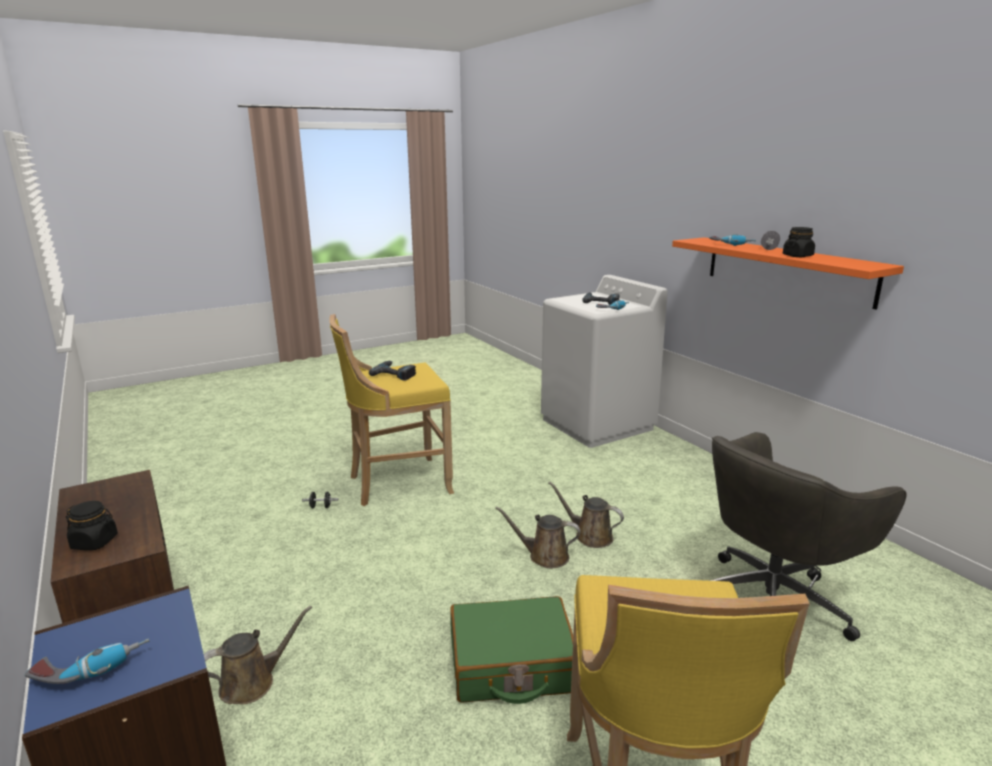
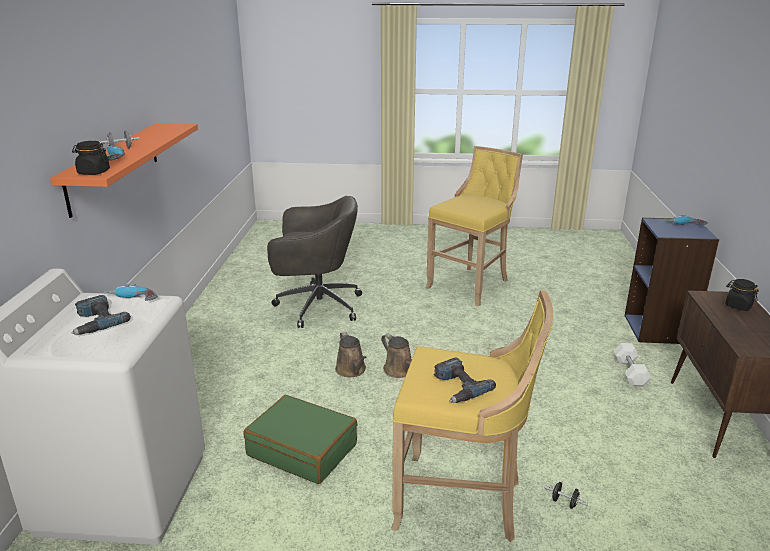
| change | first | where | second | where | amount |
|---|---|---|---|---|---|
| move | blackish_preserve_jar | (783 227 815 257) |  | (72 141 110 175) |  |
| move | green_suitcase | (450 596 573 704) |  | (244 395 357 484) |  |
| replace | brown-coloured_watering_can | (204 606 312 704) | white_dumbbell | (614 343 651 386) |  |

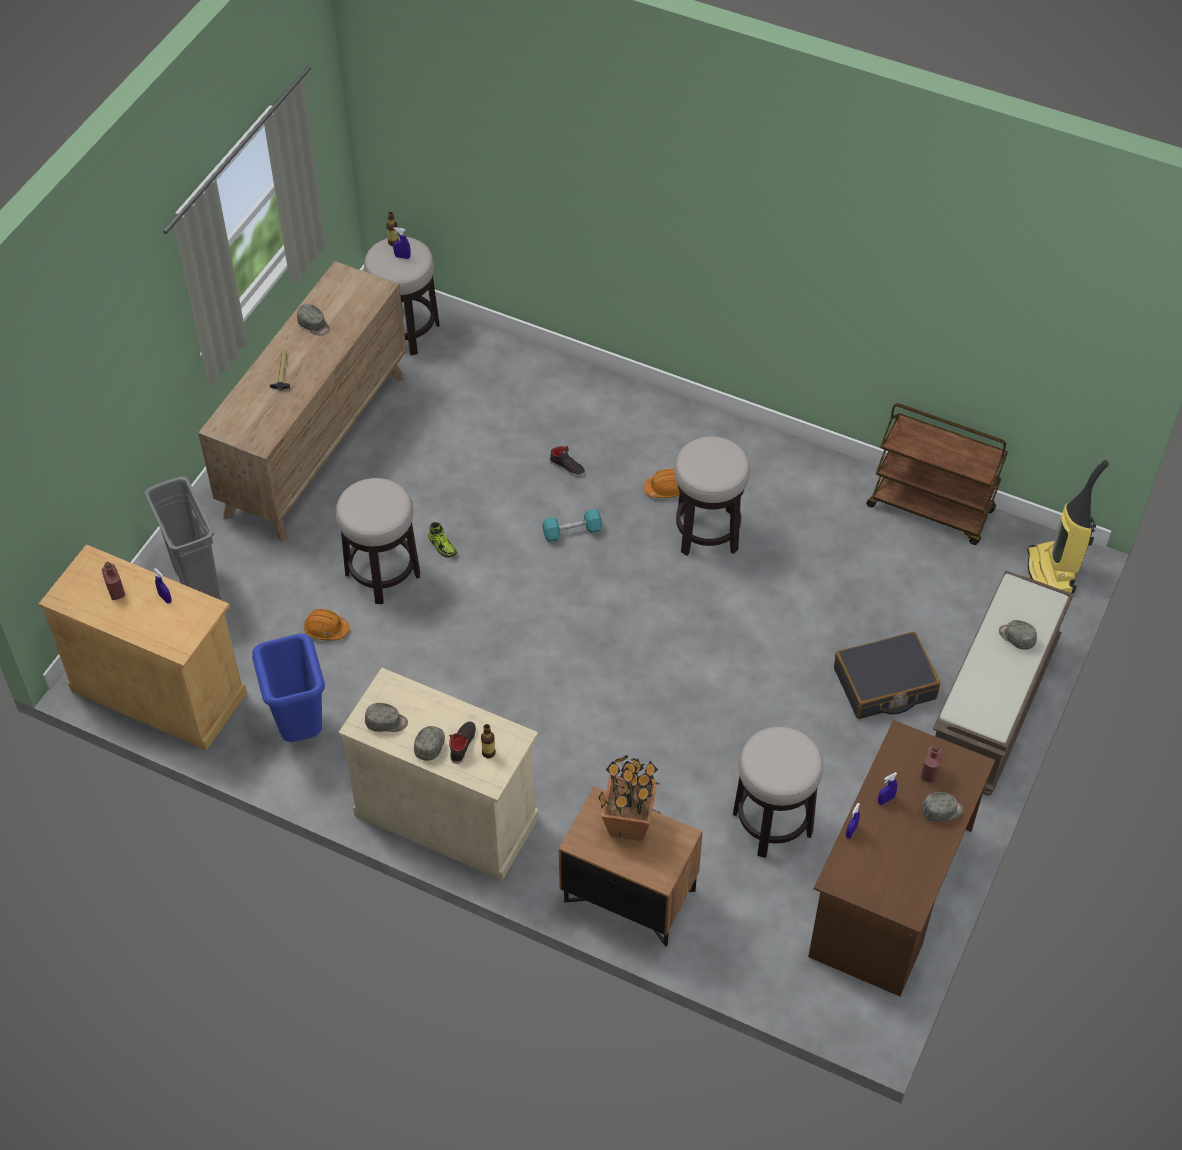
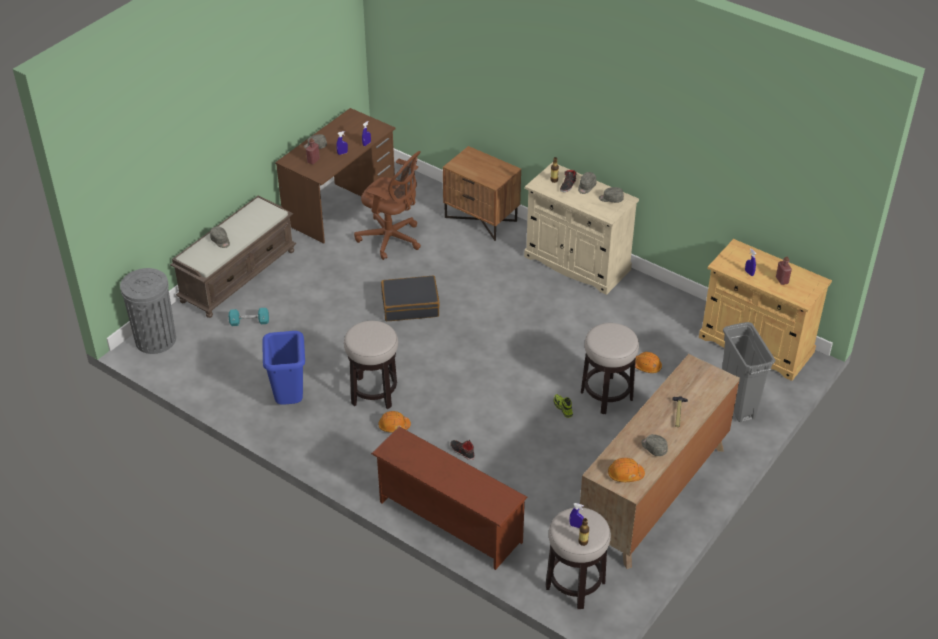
| change | first | where | second | where | amount |
|---|---|---|---|---|---|
| replace | vacuum | (1027 460 1109 594) | gray_trash_can | (120 268 176 354) |  |
| move | blue-green_dumbbell | (542 509 602 542) |  | (229 308 269 326) |  |
| move | bluish_trash_can | (252 634 325 742) |  | (262 331 305 405) |  |
| replace | sitting_stool | (733 726 823 858) | brown-coloured_computer_chair | (354 151 421 260) |  |
| insert |  |  | brown-coloured_shoe_shelf | (371 426 528 570) |  |
| move | blackish_suitcase | (834 632 940 719) |  | (381 276 440 321) |  |
| insert |  |  | orange_hard_hat | (608 458 645 482) |  |
| delete | houseplant | (598 755 659 841) |  |  |  |
| delete | brown-coloured_trolley | (866 403 1008 545) |  |  |  |

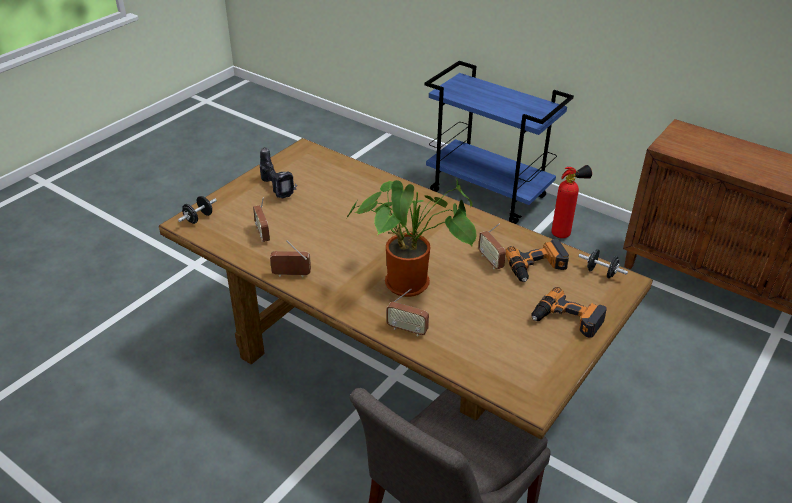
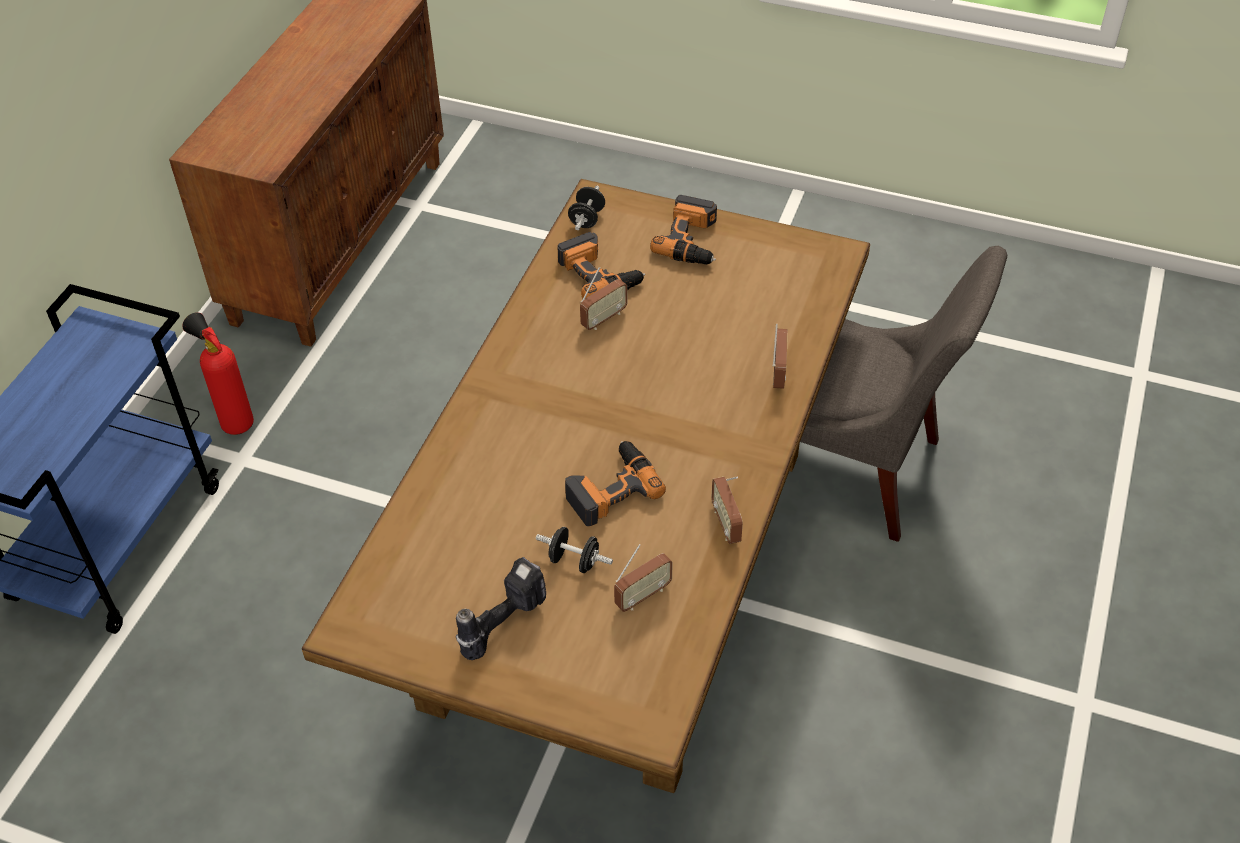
| change | first | where | second | where | amount |
|---|---|---|---|---|---|
| move | blackish_dumbbell | (178 196 217 224) |  | (536 527 613 573) |  |
| insert |  |  | electric_drill | (565 441 666 527) |  |
| delete | houseplant | (347 178 477 297) |  |  |  |

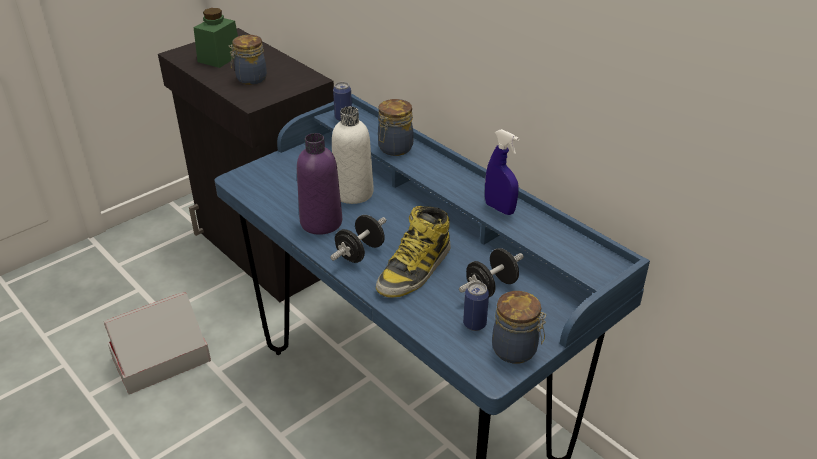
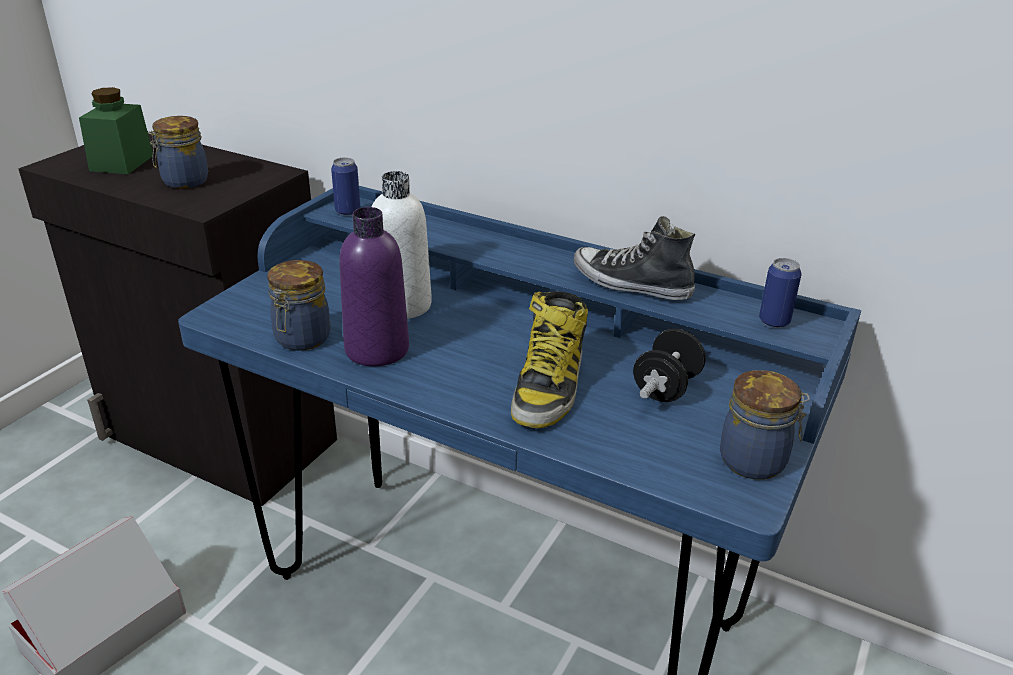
| change | first | where | second | where | amount |
|---|---|---|---|---|---|
| move | preserve_jar | (378 99 413 156) |  | (267 260 331 351) |  |
| replace | bluish_hand_sprayer | (485 129 519 215) | shoe | (573 216 695 300) |  |
| move | can | (463 282 489 331) |  | (759 258 802 328) |  |
| delete | blackish_dumbbell | (330 215 386 263) |  |  |  |

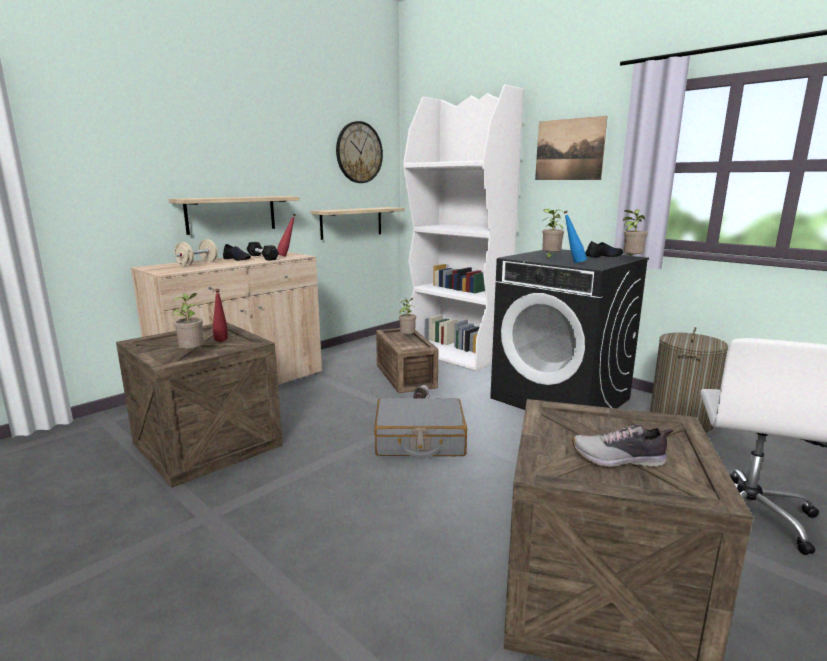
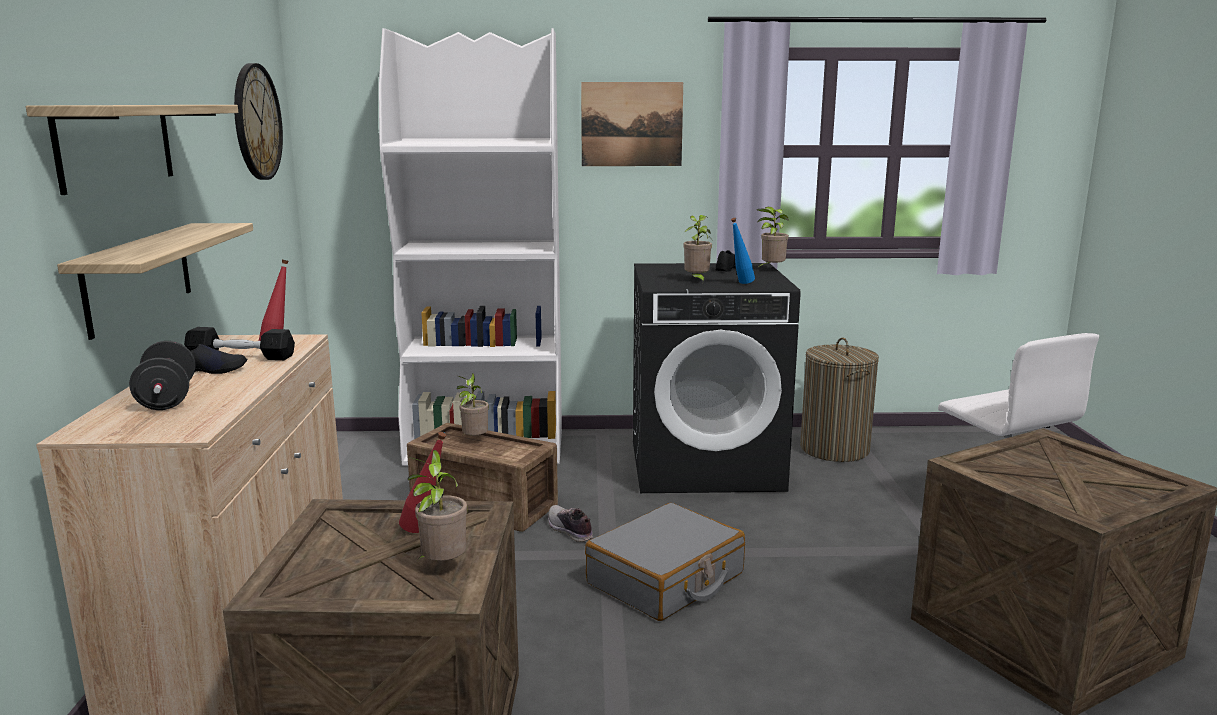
| change | first | where | second | where | amount |
|---|---|---|---|---|---|
| move | shelf | (310 207 405 240) |  | (26 105 238 195) |  |
| recolor | sand-coloured_dumbbell | (174 239 217 266) | blackish_dumbbell | (129 341 196 410) |  |
| delete | shoe | (572 424 673 467) |  |  |  |

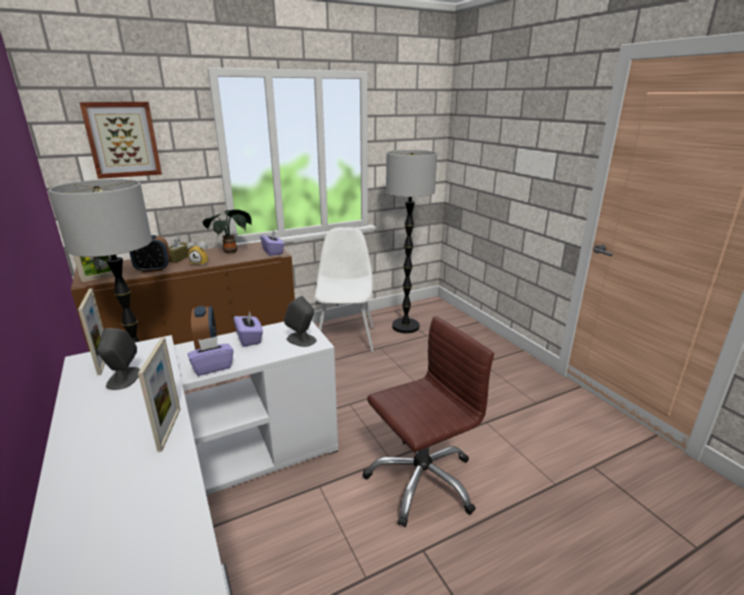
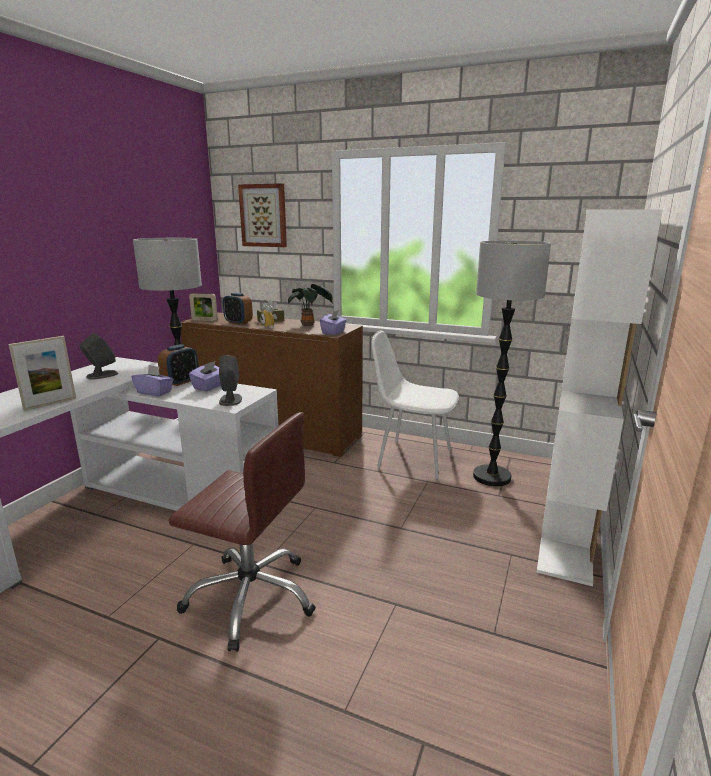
| change | first | where | second | where | amount |
|---|---|---|---|---|---|
| rotate | white_upright_chair | (315 227 374 352) |  | (372 330 459 479) | 120 degrees counterclockwise |
| insert |  |  | white_shelving_unit | (537 209 663 586) |  |
| delete | photo_frame | (78 288 105 375) |  |  |  |

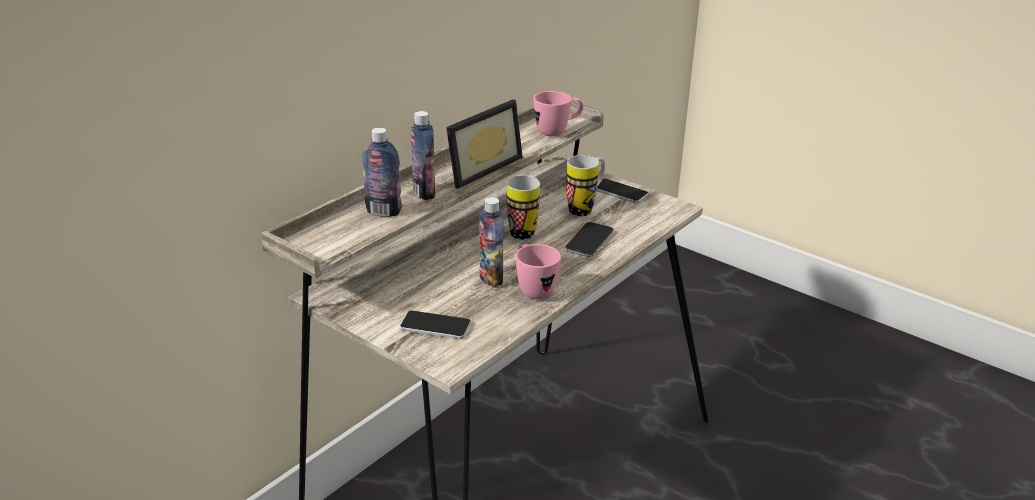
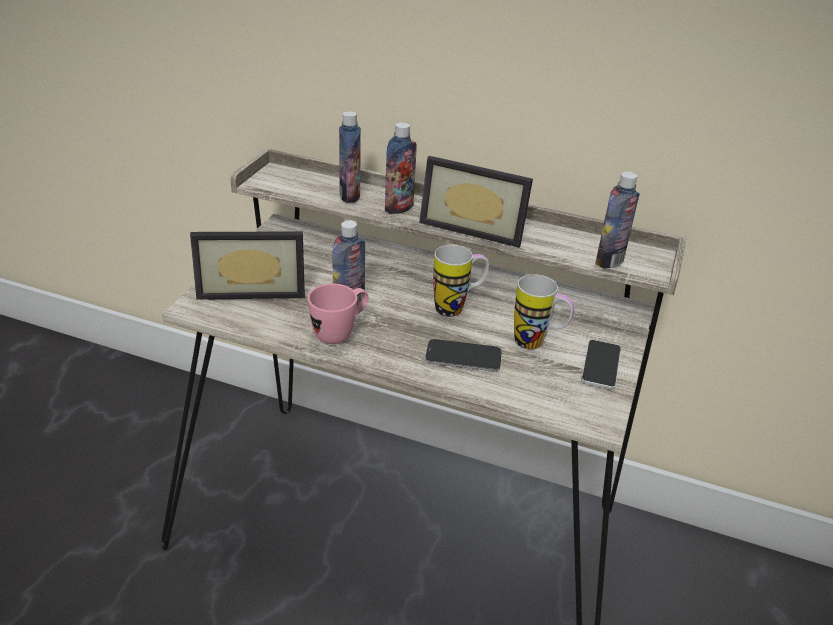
| change | first | where | second | where | amount |
|---|---|---|---|---|---|
| replace | handset | (400 310 471 339) | photo_frame | (190 231 305 300) |  |
| replace | pink-coloured_mug | (534 91 583 136) | beverage_bottle | (595 172 640 269) |  |

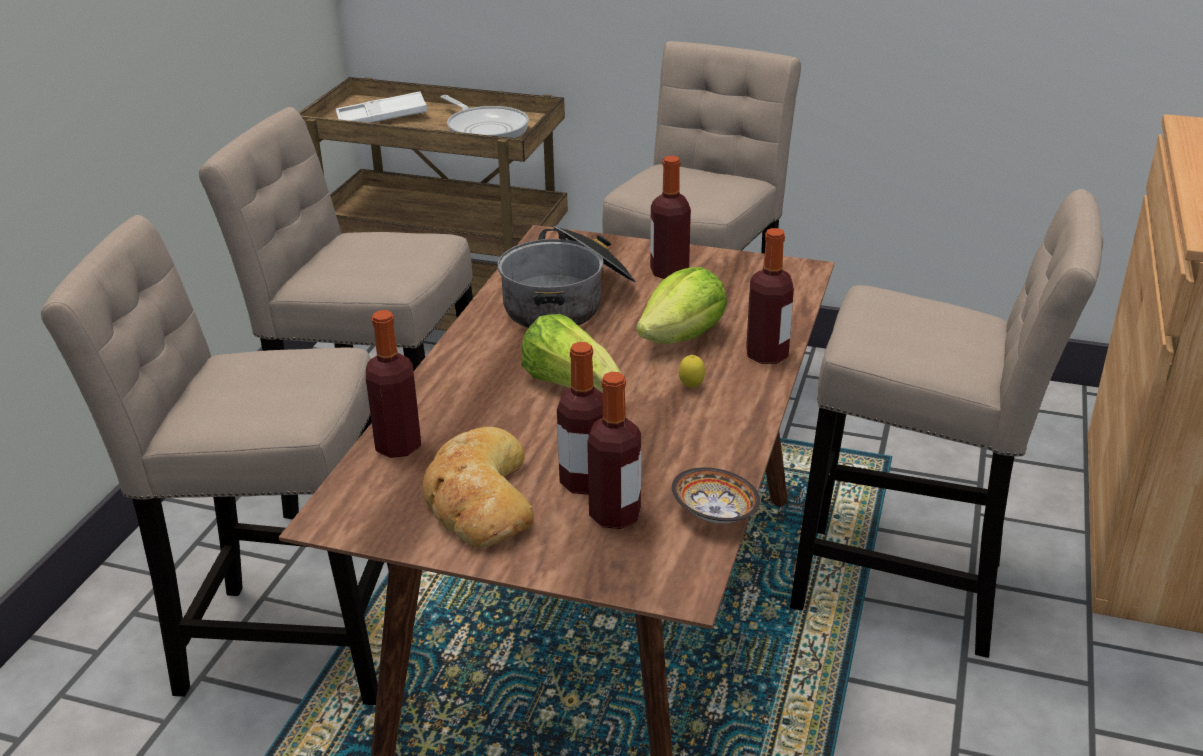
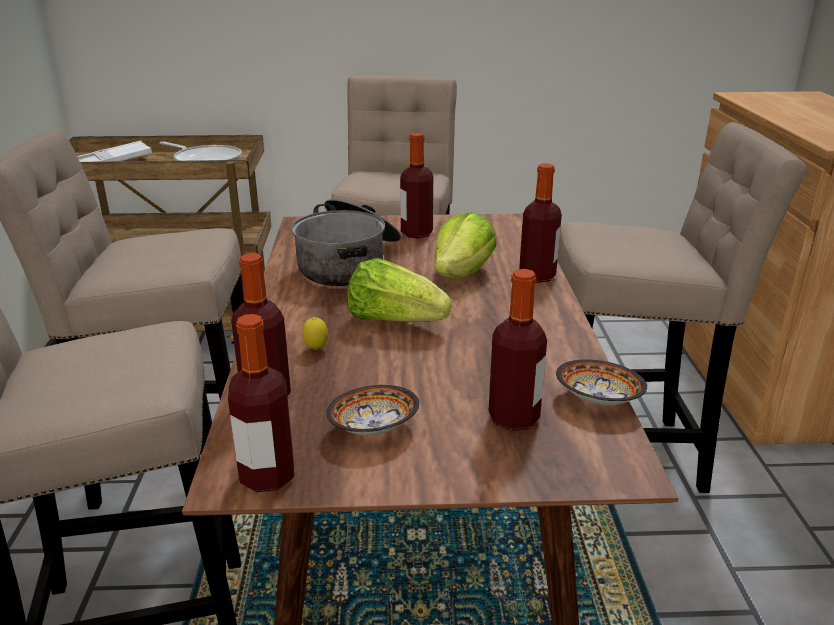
| change | first | where | second | where | amount |
|---|---|---|---|---|---|
| move | beverage_bottle | (557 342 603 495) |  | (228 314 294 492) |  |
| move | whole_lemon | (679 355 705 388) |  | (302 317 328 350) |  |
| replace | baked_bread | (423 427 534 548) | bowl | (326 385 419 436) |  |

